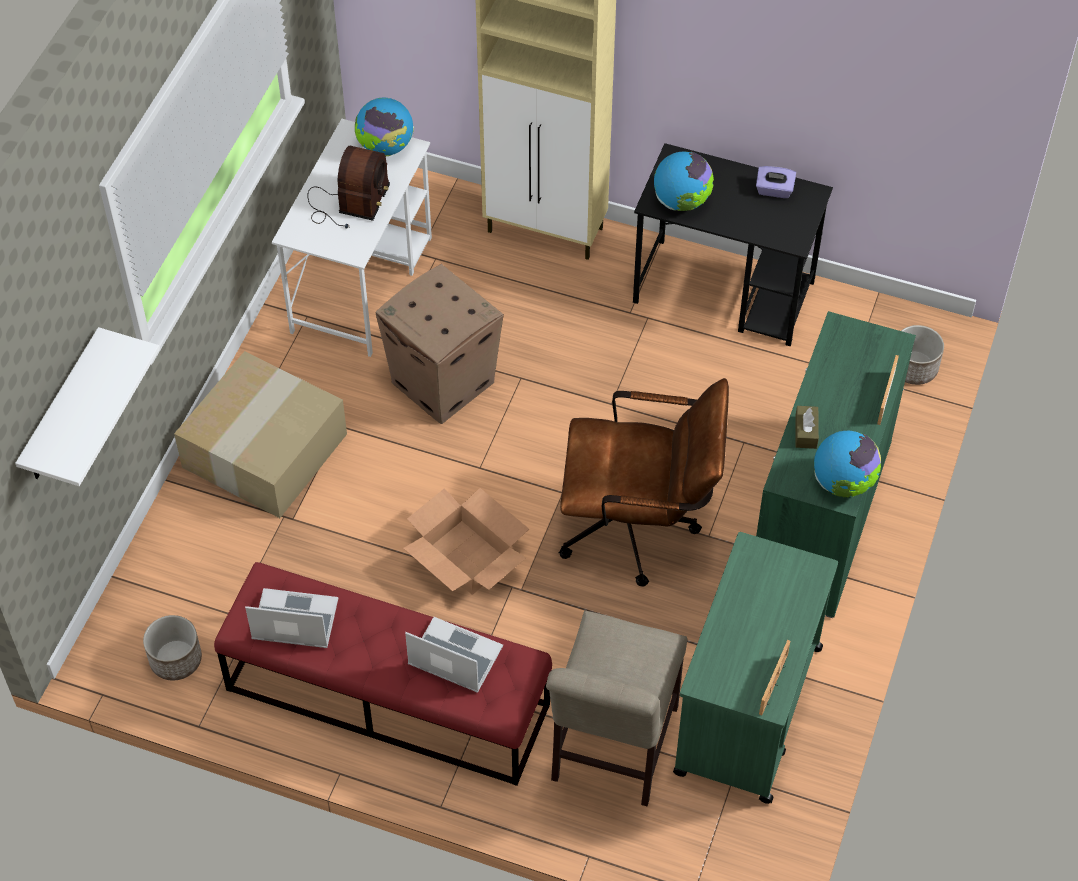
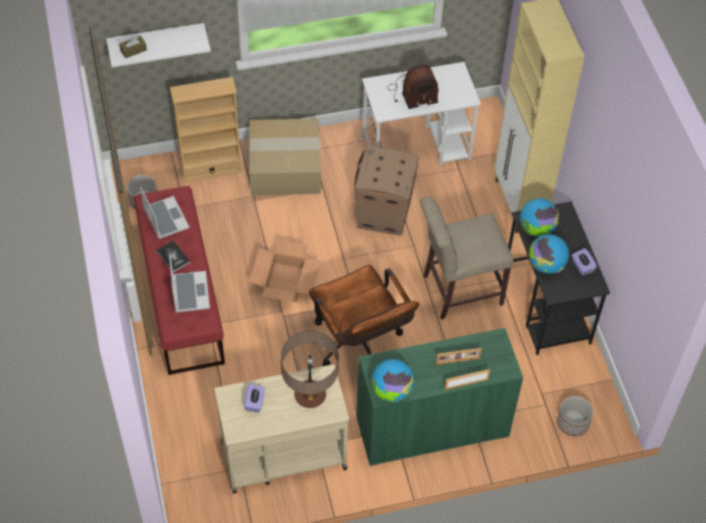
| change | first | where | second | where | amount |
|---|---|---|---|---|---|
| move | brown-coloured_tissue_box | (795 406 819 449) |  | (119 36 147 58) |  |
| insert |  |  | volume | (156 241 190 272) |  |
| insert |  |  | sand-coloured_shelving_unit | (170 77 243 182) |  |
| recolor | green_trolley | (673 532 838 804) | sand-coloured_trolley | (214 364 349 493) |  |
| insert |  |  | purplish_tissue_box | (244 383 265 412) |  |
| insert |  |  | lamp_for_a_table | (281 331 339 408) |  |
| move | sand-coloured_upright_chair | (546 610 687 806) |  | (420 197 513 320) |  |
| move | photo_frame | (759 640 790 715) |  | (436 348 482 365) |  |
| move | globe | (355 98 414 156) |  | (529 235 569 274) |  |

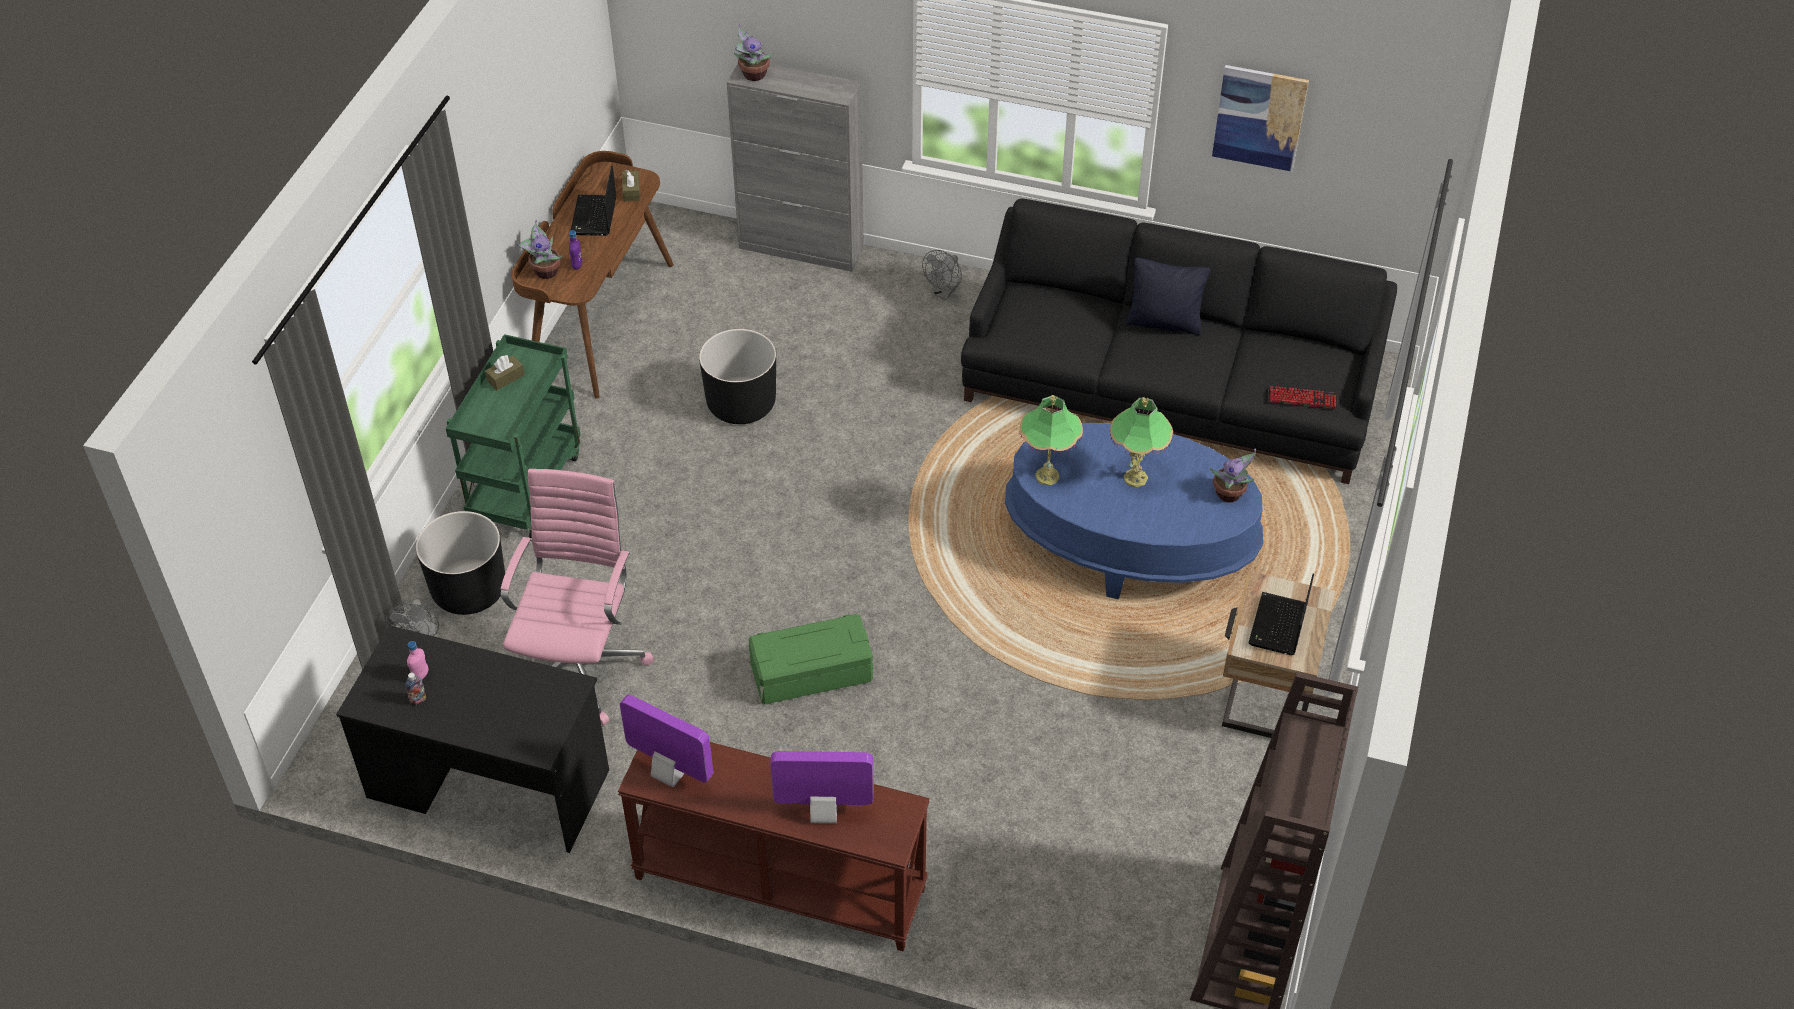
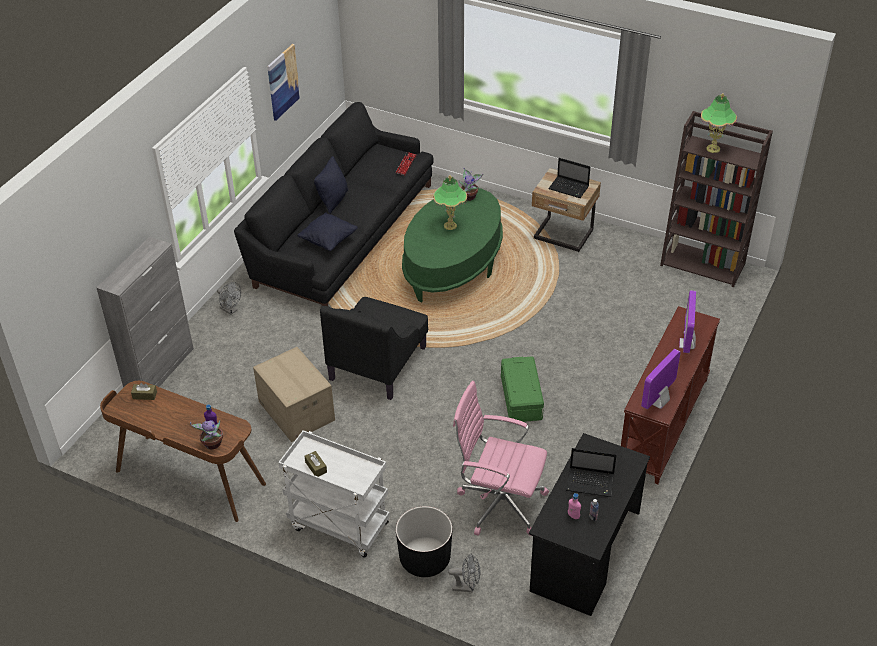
| change | first | where | second | where | amount |
|---|---|---|---|---|---|
| replace | blackish_flower_pot | (699 329 776 424) | carton | (253 347 335 442) |  |
| recolor | green_trolley | (446 334 581 538) | white_trolley | (278 430 390 558) |  |
| insert |  |  | blackish_throw_pillow | (298 213 358 251) |  |
| insert |  |  | blackish_lounge_chair | (320 297 428 400) |  |
| recolor | bluish_coffee_table | (1005 423 1263 599) | green_coffee_table | (402 188 503 303) |  |
| move | laptop | (570 165 616 236) |  | (566 448 617 497) |  |
| move | lamp_for_a_table | (1019 395 1083 485) |  | (701 93 737 153) |  |
| delete | houseplant | (733 24 774 81) |  |  |  |

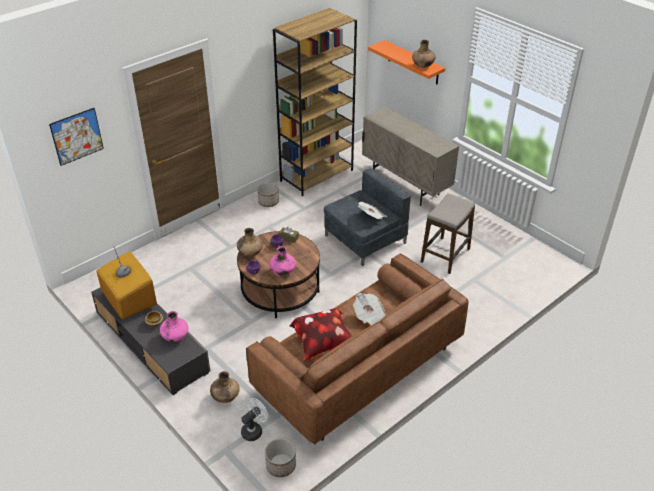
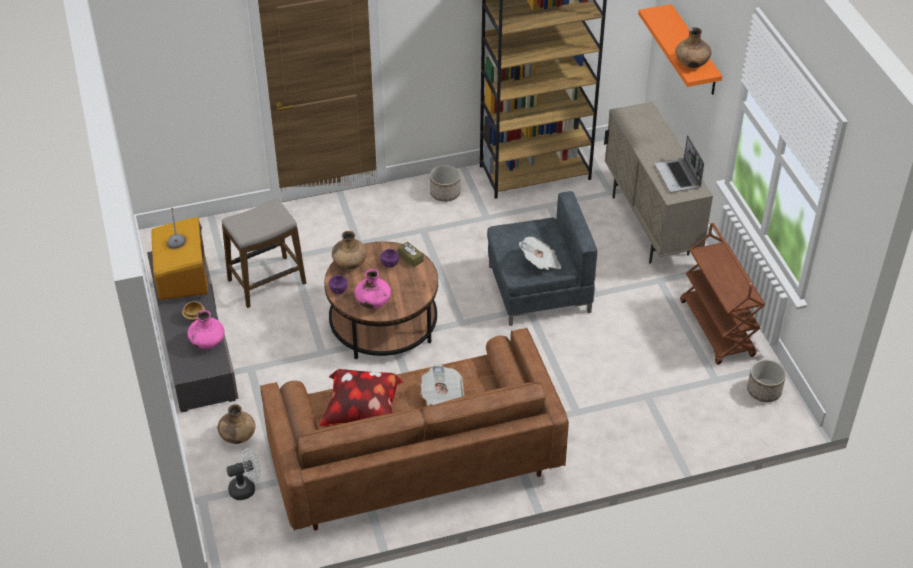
| change | first | where | second | where | amount |
|---|---|---|---|---|---|
| move | sitting_stool | (421 194 475 274) |  | (222 198 306 308) |  |
| insert |  |  | laptop | (655 135 704 193) |  |
| insert |  |  | brown-coloured_trolley | (680 223 765 365) |  |
| move | flower_pot | (265 438 296 477) |  | (747 359 786 402) |  |
| delete | wall_picture | (49 108 104 166) |  |  |  |

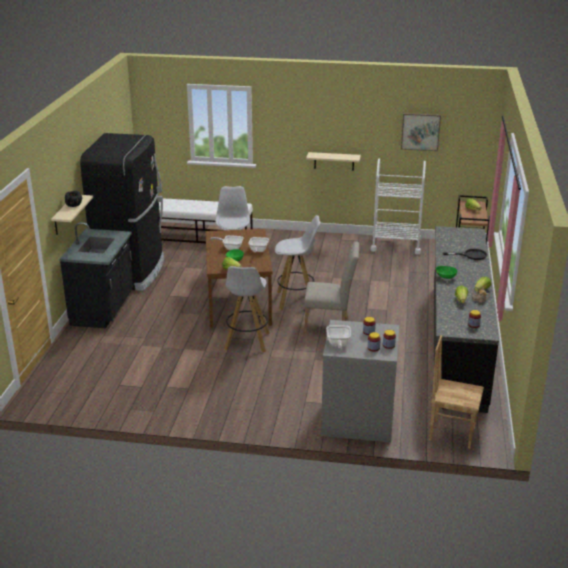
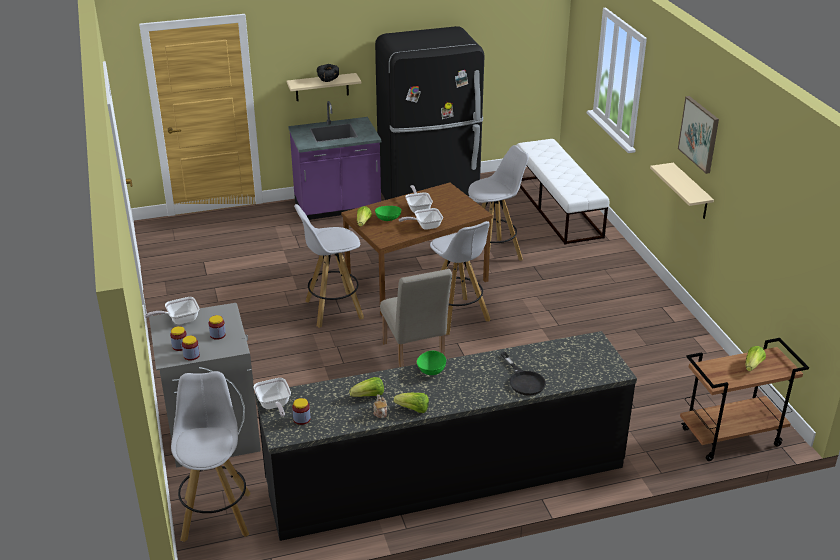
| change | first | where | second | where | amount |
|---|---|---|---|---|---|
| replace | brown-coloured_upright_chair | (429 335 484 449) | white_sitting_stool | (171 371 251 542) |  |
| insert |  |  | skillet | (253 378 291 417) |  |
| recolor | blackish_kitchen_counter | (60 222 133 328) | purplish_kitchen_counter | (288 101 381 220) |  |
| move | wall_picture | (401 113 441 151) |  | (678 96 719 174) |  |
| delete | white_trolley | (370 159 426 255) |  |  |  |

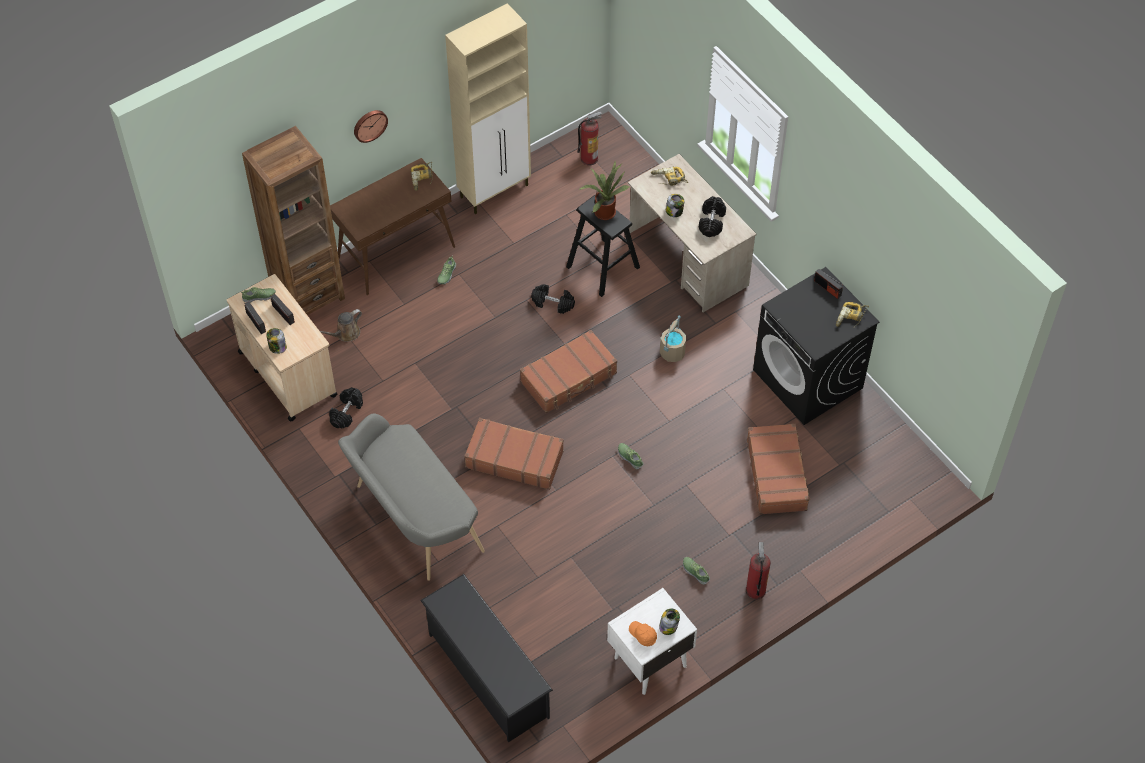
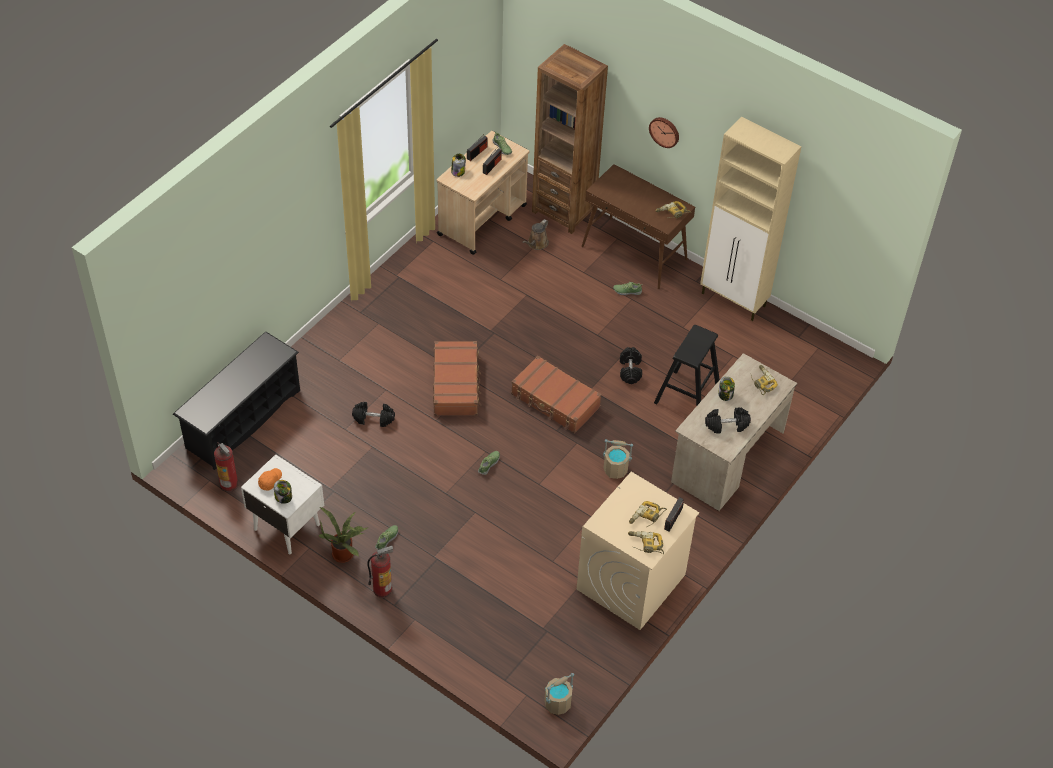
| change | first | where | second | where | amount |
|---|---|---|---|---|---|
| move | extinguisher | (577 111 602 165) |  | (214 442 239 492) |  |
| move | houseplant | (579 161 630 220) |  | (318 507 367 563) |  |
| move | blackish_dumbbell | (329 387 363 429) |  | (352 402 395 427) |  |
| rotate | brown-coloured_watering_can | (320 309 362 342) |  | (523 219 549 250) | 90 degrees counterclockwise |
| insert |  |  | sand-coloured_bucket | (544 673 574 715) |  |
| recolor | blackish_laundry_appliance | (753 267 879 425) | sand-coloured_laundry_appliance | (577 472 699 630) |  |
| insert |  |  | electric_drill | (629 501 667 528) |  |
| delete | gray_indoor_bench | (338 413 485 581) |  |  |  |
| delete | brown-coloured_suitcase | (747 424 810 515) |  |  |  |

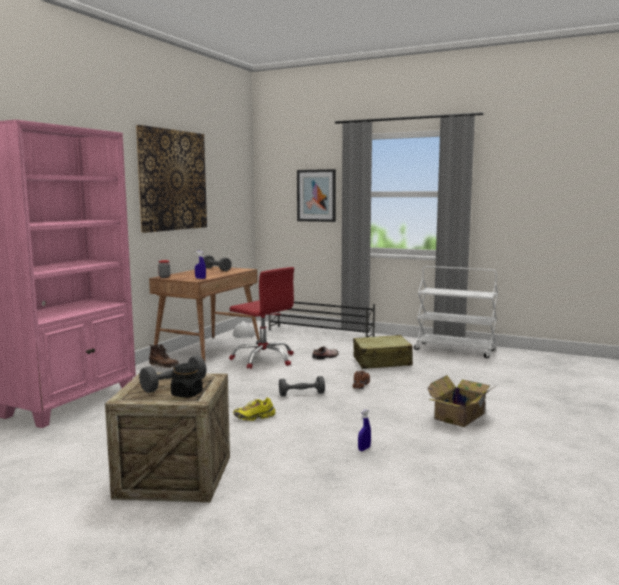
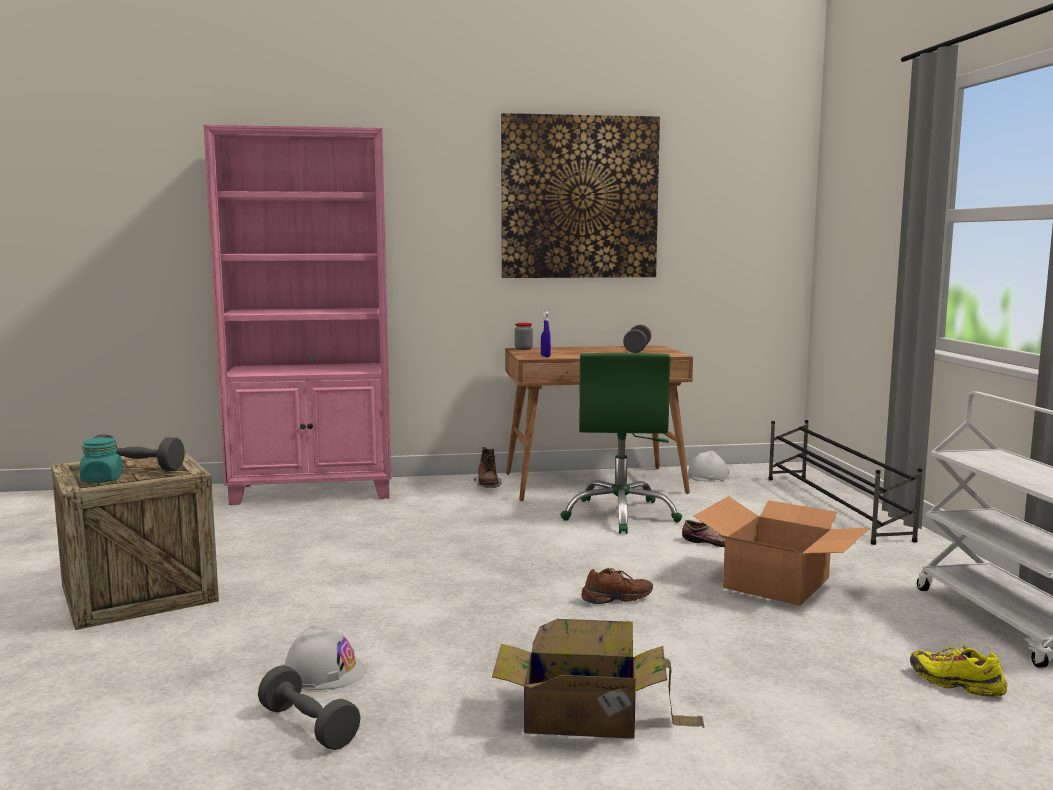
| change | first | where | second | where | amount |
|---|---|---|---|---|---|
| recolor | blackish_preserve_jar | (171 363 203 398) | blue-green_preserve_jar | (80 437 123 483) |  |
| move | gray_dumbbell | (279 376 325 396) |  | (258 665 361 750) |  |
| replace | bluish_hand_sprayer | (358 409 371 451) | white_hard_hat | (285 625 366 690) |  |
| recolor | reddish_computer_chair | (229 267 294 369) | green_computer_chair | (560 353 682 534) |  |
| replace | sand-coloured_suitcase | (353 335 413 369) | carton | (694 496 870 606) |  |
| move | yellowish_shoe | (233 398 275 421) |  | (910 646 1007 697) |  |
| delete | wall_picture | (297 169 336 222) |  |  |  |

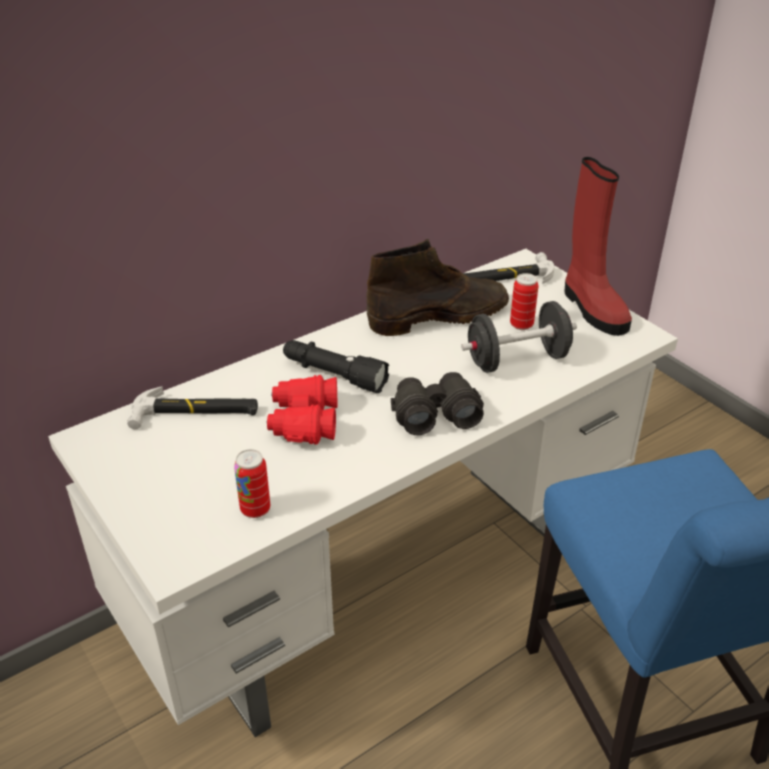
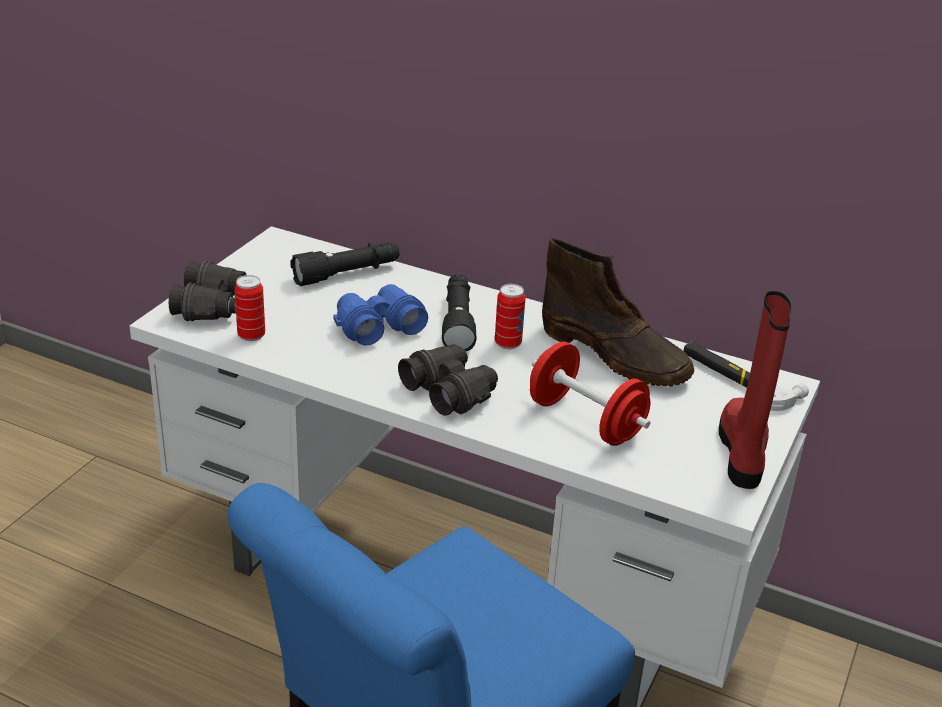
| change | first | where | second | where | amount |
|---|---|---|---|---|---|
| insert |  |  | blackish_binoculars | (169 260 246 321) |  |
| replace | hand_hammer | (127 386 258 429) | blackish_torch | (290 242 400 286) |  |
| recolor | reddish_binoculars | (267 375 337 445) | bluish_binoculars | (333 284 428 345) |  |
| move | can | (510 273 538 330) |  | (495 284 525 349) |  |
| recolor | blackish_dumbbell | (461 301 577 373) | reddish_dumbbell | (530 342 651 446) |  |
| rotate | reddish_tall_boot | (564 157 632 336) |  | (719 291 791 489) | 150 degrees clockwise |

